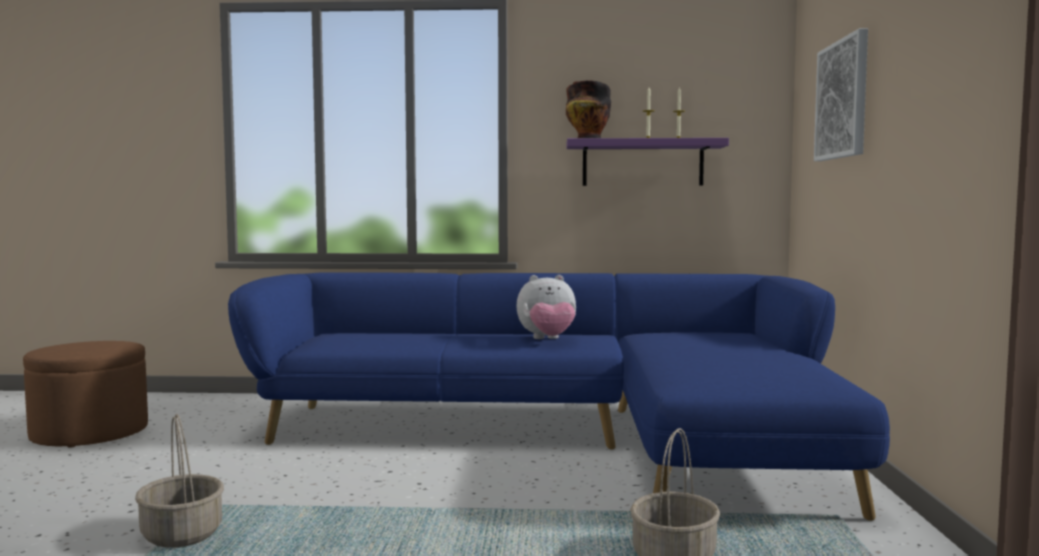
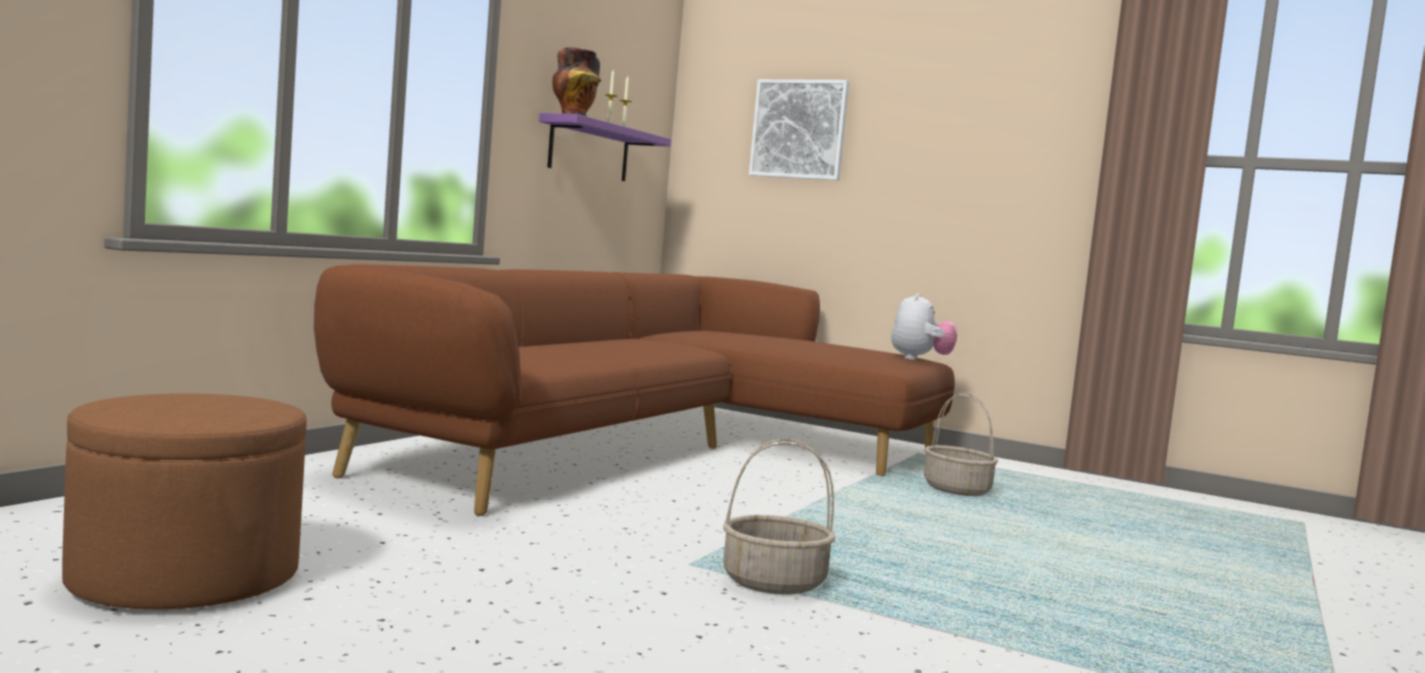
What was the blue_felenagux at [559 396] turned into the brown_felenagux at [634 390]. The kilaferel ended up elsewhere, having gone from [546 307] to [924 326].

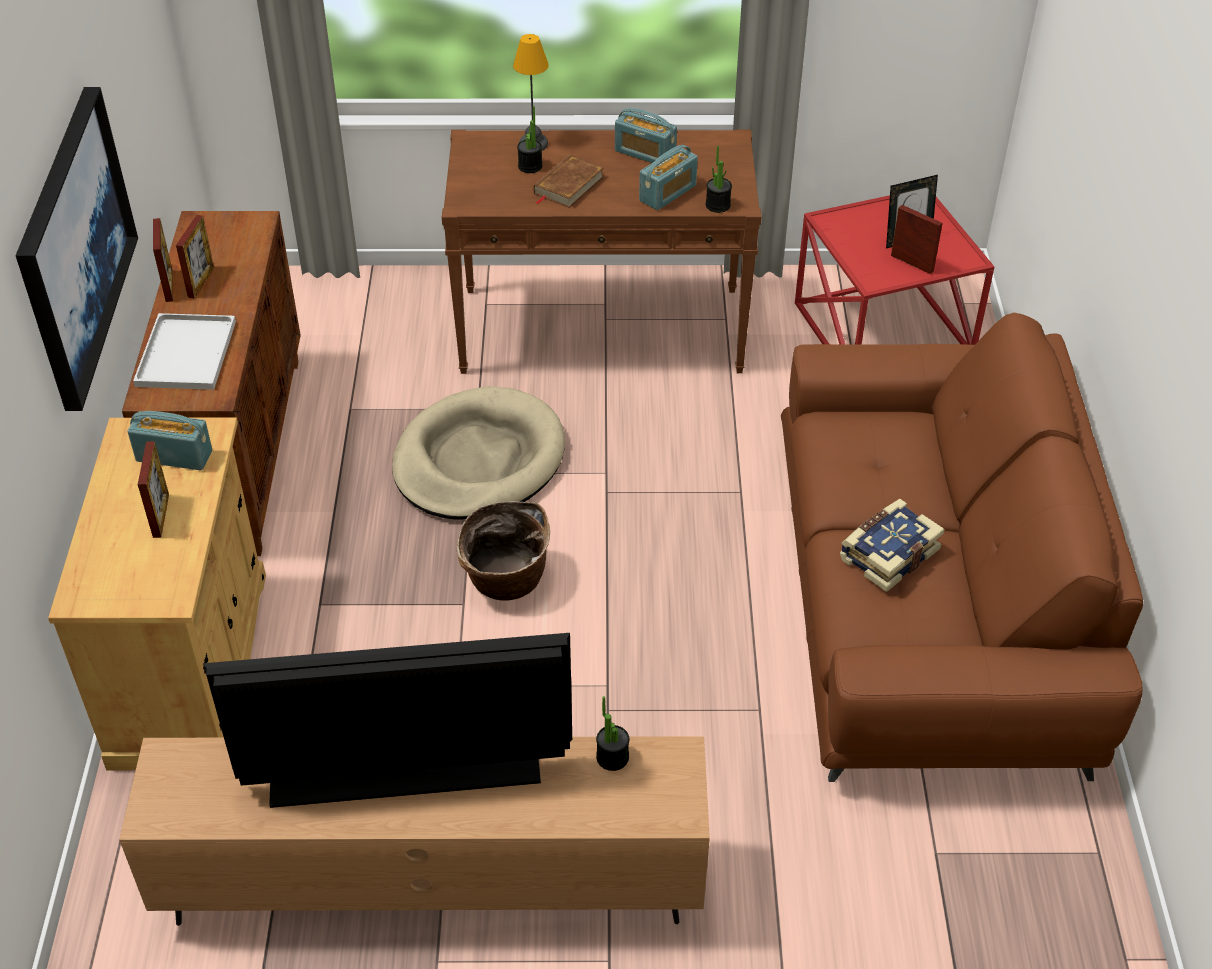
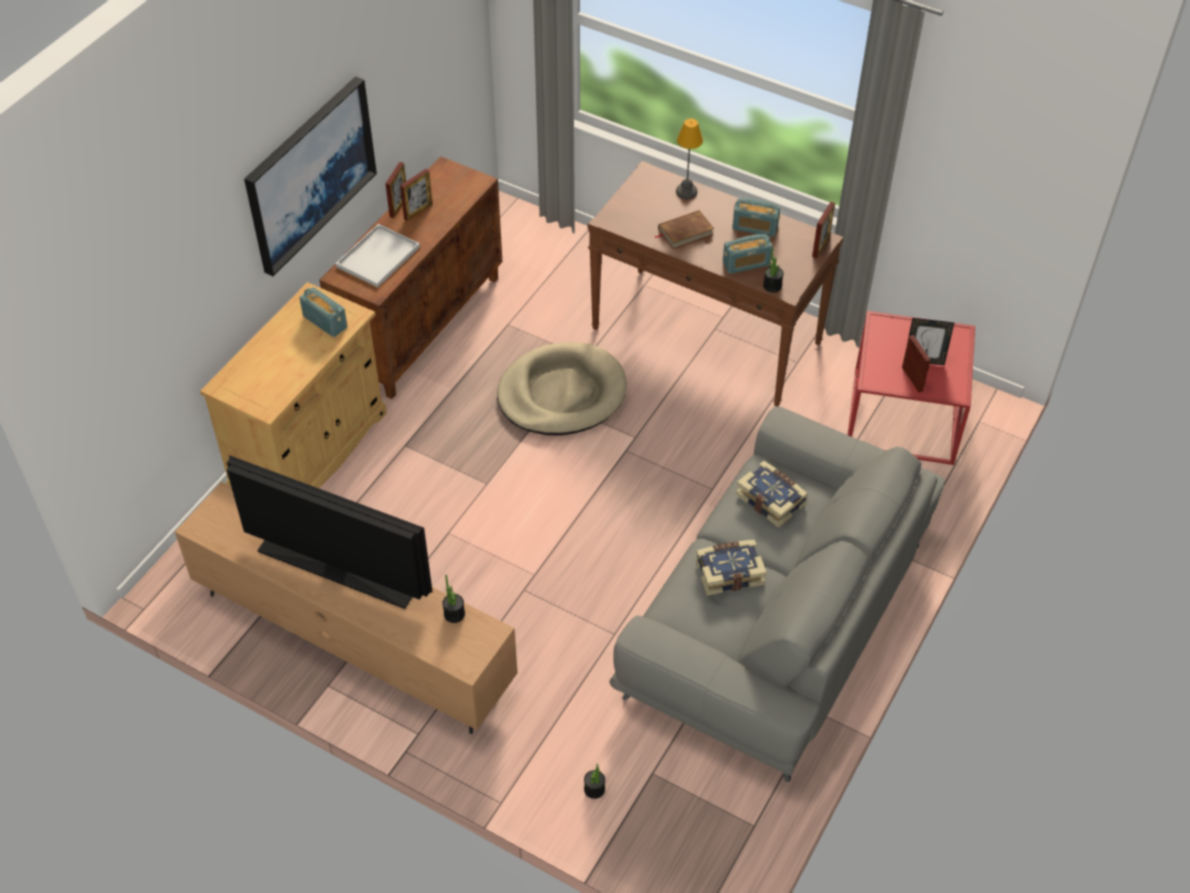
The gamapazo ended up elsewhere, having gone from [153 489] to [823 230]. The second view lost the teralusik at [503 551]. The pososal ended up elsewhere, having gone from [529 139] to [594 781]. The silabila at [646 135] ended up facing another way, 45 degrees counterclockwise from before. What was the brown_felenagux at [962 547] turned into the grey_felenagux at [777 594]. The second view gained the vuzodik at [771 494].

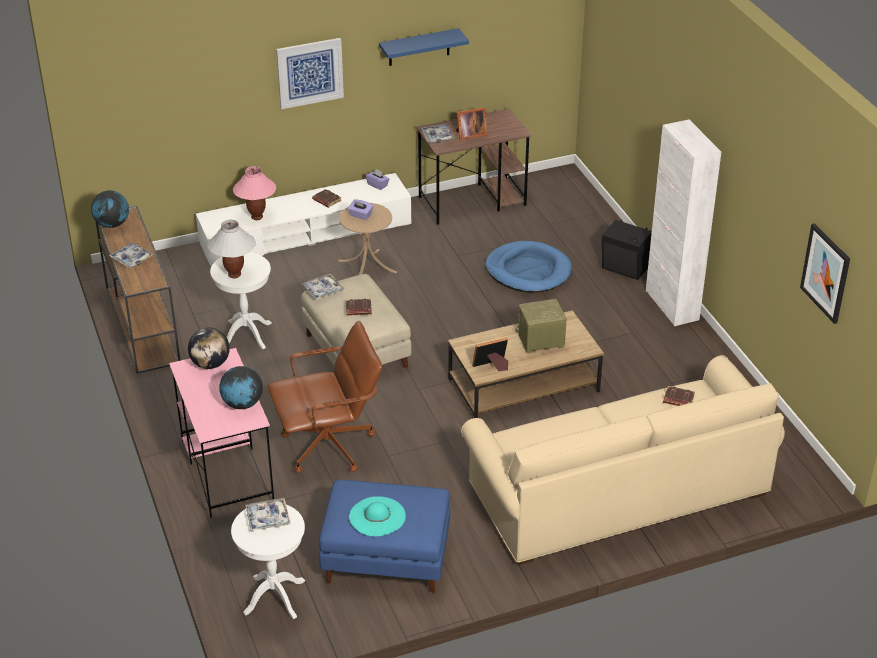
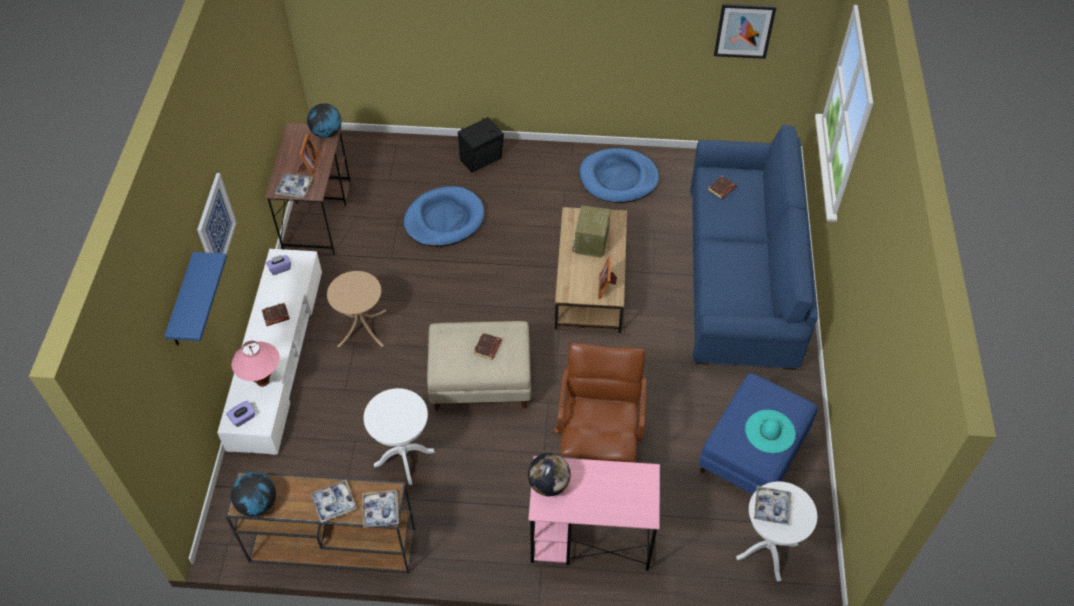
The second view lost the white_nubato at [231 249]. The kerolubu ended up elsewhere, having gone from [241 387] to [324 120]. The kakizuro ended up elsewhere, having gone from [323 286] to [380 509]. The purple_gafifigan ended up elsewhere, having gone from [360 210] to [240 414]. The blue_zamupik ended up elsewhere, having gone from [424 47] to [195 298]. What was the beige_felenagux at [623 460] turned into the blue_felenagux at [754 247]. The second view lost the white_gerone at [683 223]. The second view gained the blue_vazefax at [619 175].

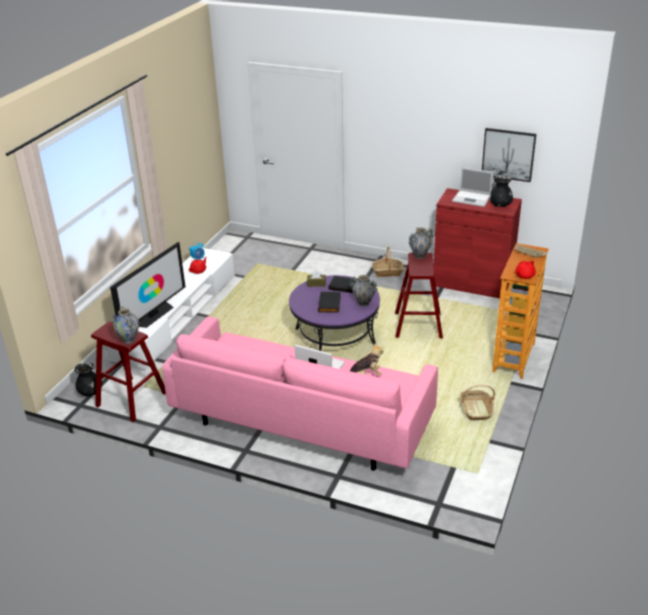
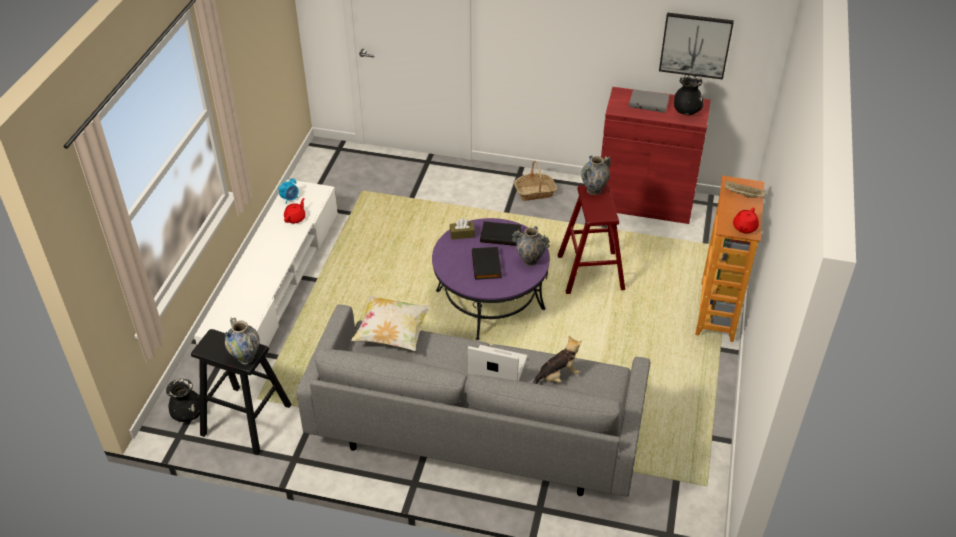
What was the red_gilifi at [128 371] turned into the black_gilifi at [241 392]. The second view lost the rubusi at [148 285]. What was the pink_felenagux at [300 393] turned into the grey_felenagux at [473 400]. Where the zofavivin stood at [473 187], the grey_vuzodik came to stand at [649 101]. The second view lost the teralusik at [477 402]. The second view gained the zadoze at [390 323].

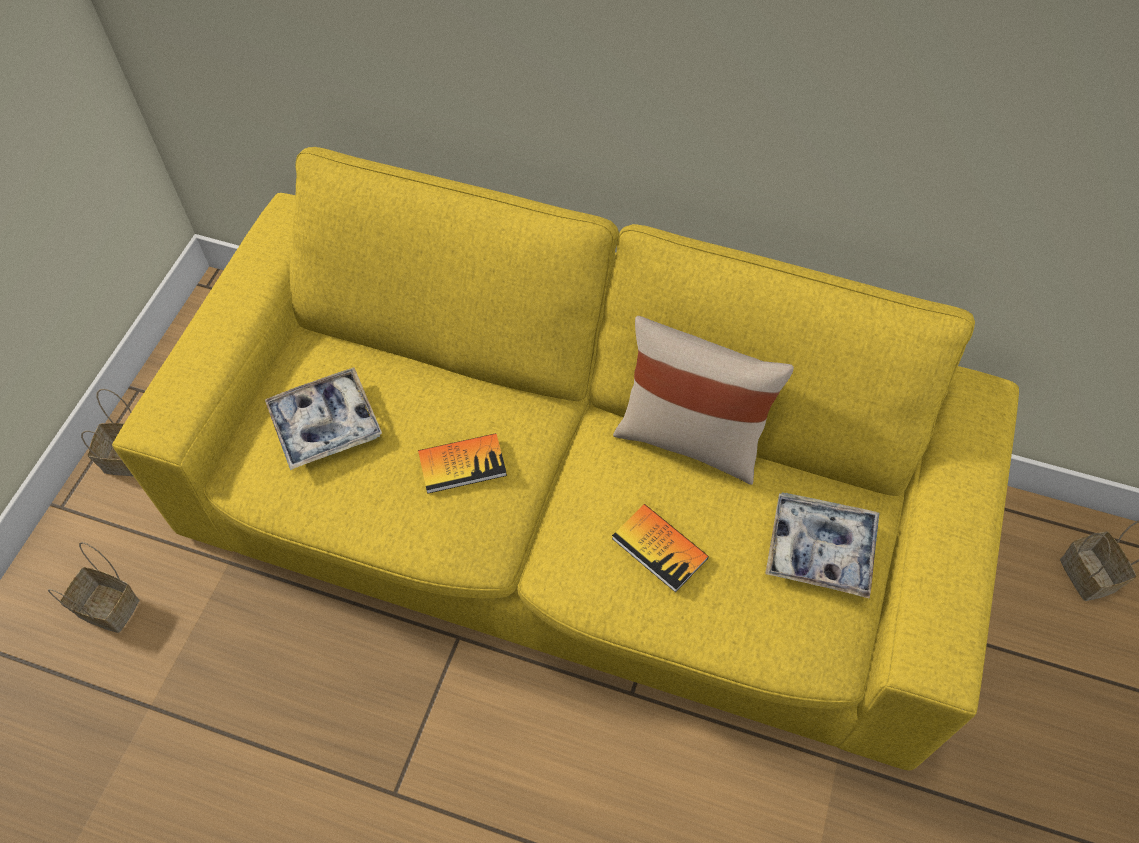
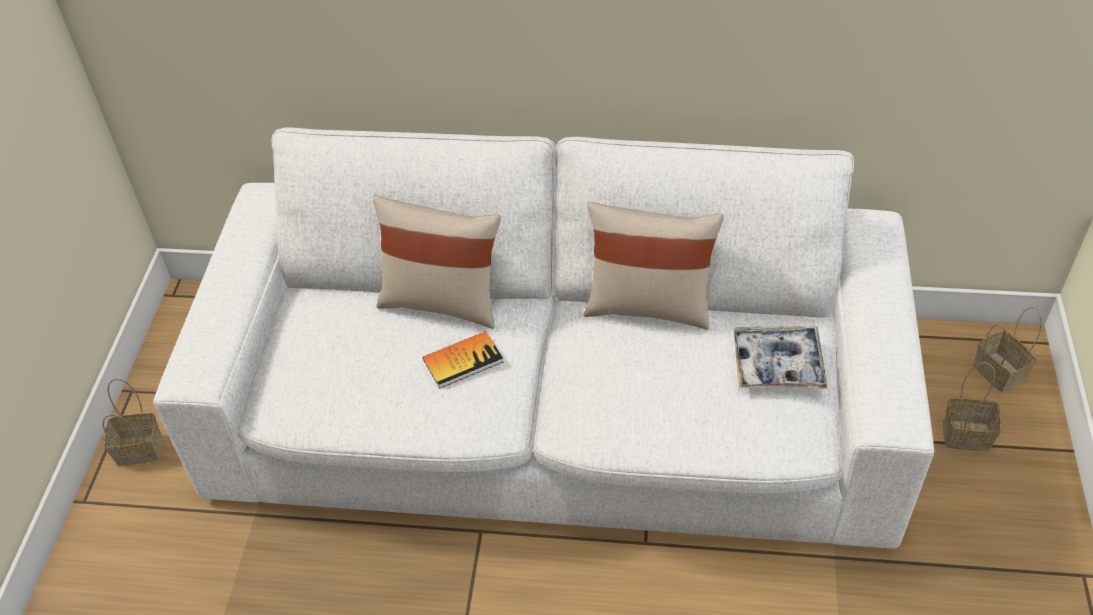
The teralusik ended up elsewhere, having gone from [94 587] to [972 406]. What was the yellow_felenagux at [565 459] turned into the white_felenagux at [543 338]. The second view lost the kakizuro at [323 418]. The second view lost the vuzodik at [660 548]. The second view gained the beige_zadoze at [437 262].

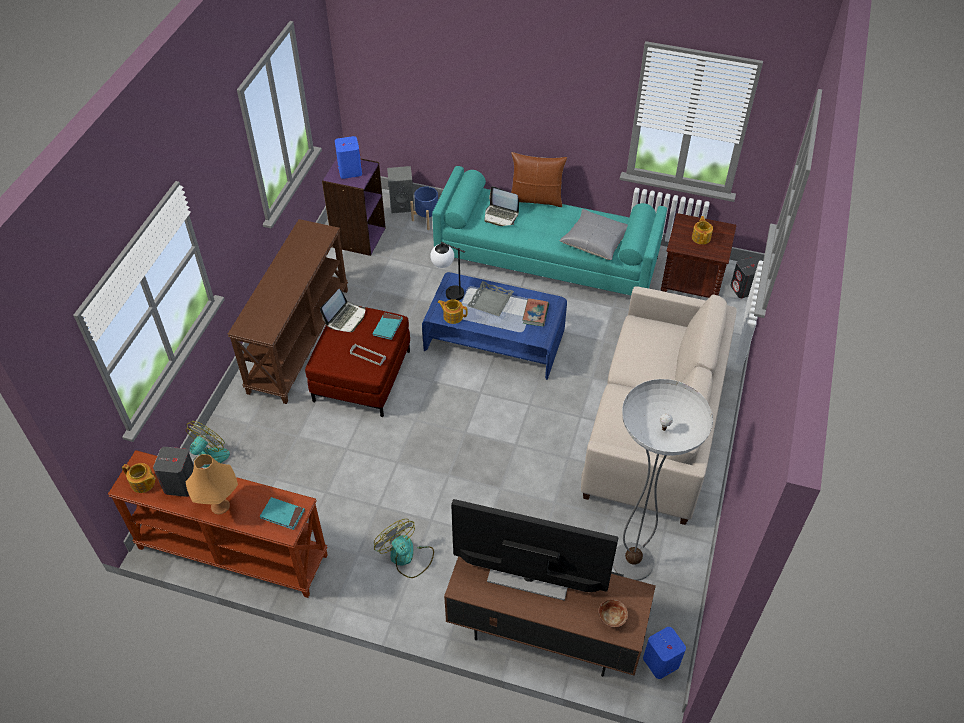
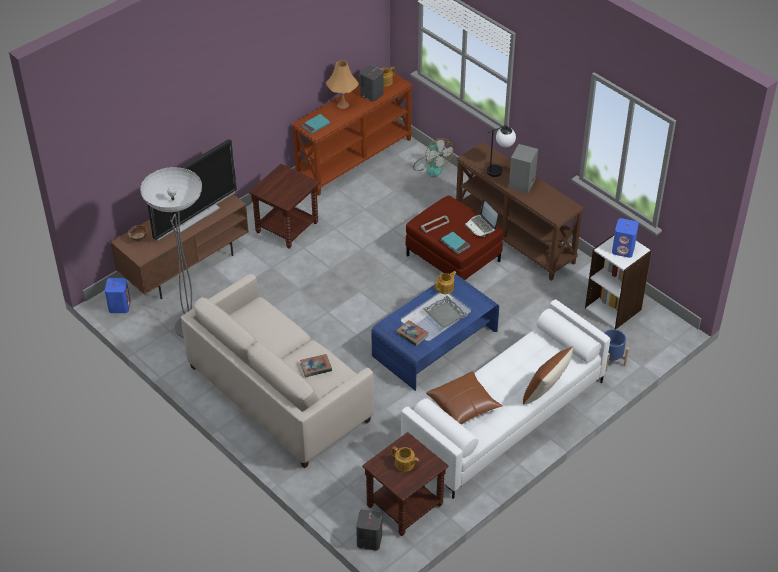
What was the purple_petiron at [354 207] turned into the white_petiron at [618 281]. Where the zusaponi stood at [404 548], the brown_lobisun came to stand at [284 206]. The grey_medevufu ended up elsewhere, having gone from [400 190] to [523 169]. The nubato ended up elsewhere, having gone from [447 271] to [501 151]. What was the turquoise_felenagux at [549 230] turned into the white_felenagux at [505 399]. The second view lost the zofavivin at [502 206]. What was the grey_zadoze at [594 234] turned into the brown_zadoze at [464 398]. The second view gained the vuzodik at [316 365].

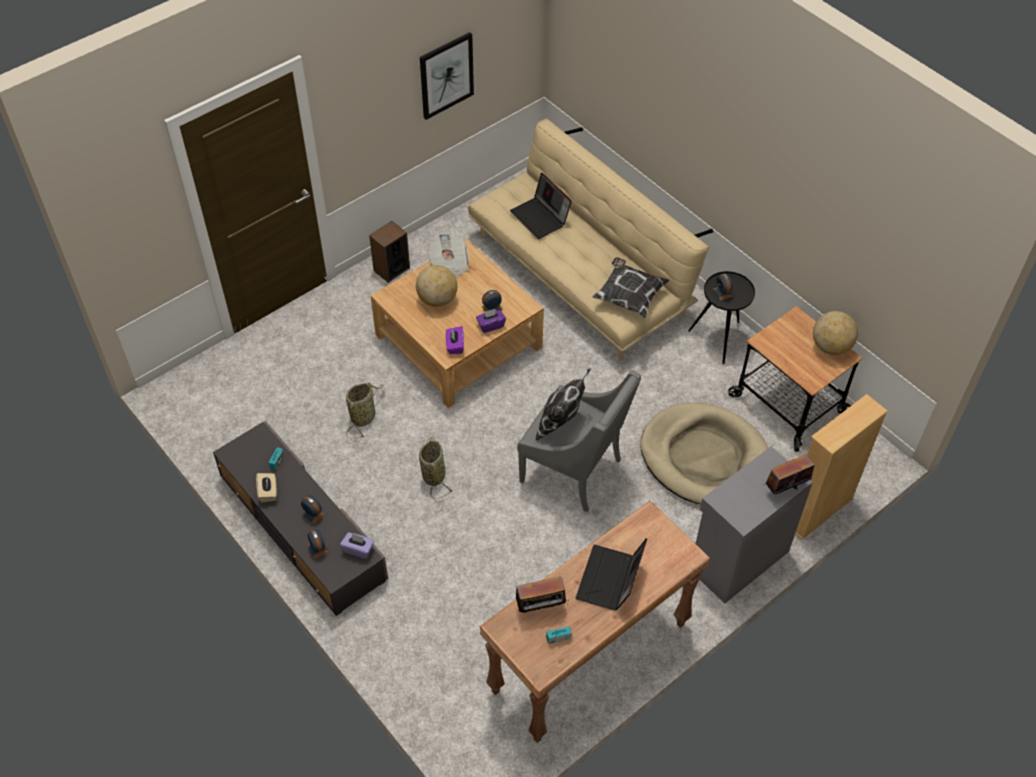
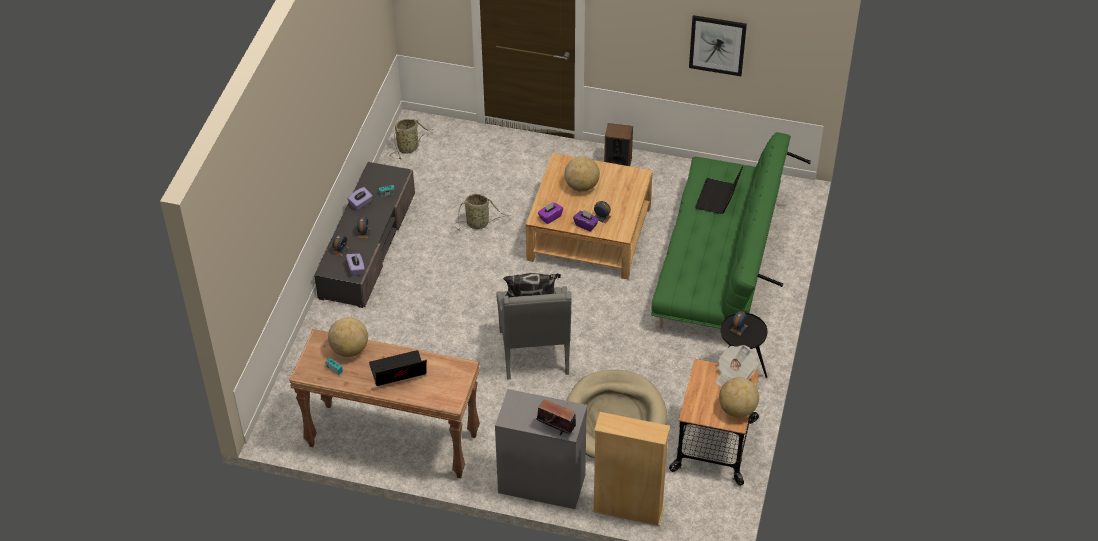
What was the beige_gafifigan at [266 488] turned into the purple_gafifigan at [359 198]. The teralusik ended up elsewhere, having gone from [436 468] to [411 139]. The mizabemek ended up elsewhere, having gone from [449 255] to [736 365]. What was the beige_felenagux at [590 239] turned into the green_felenagux at [731 230]. Where the silabila stood at [540 594], the kerolubu came to stand at [348 337]. The second view lost the zadoze at [631 287].

